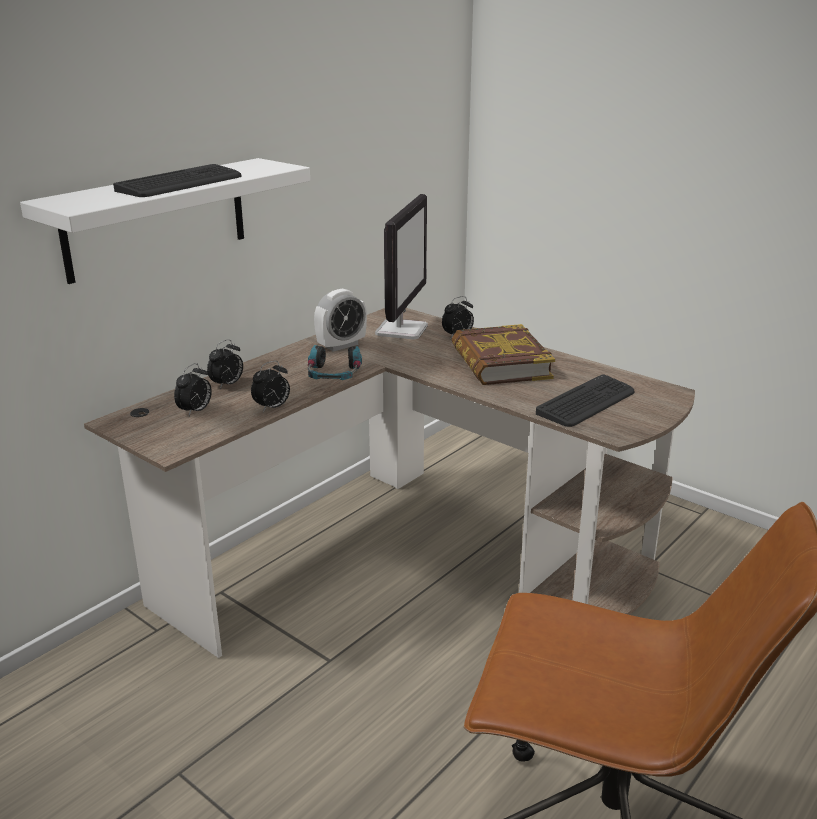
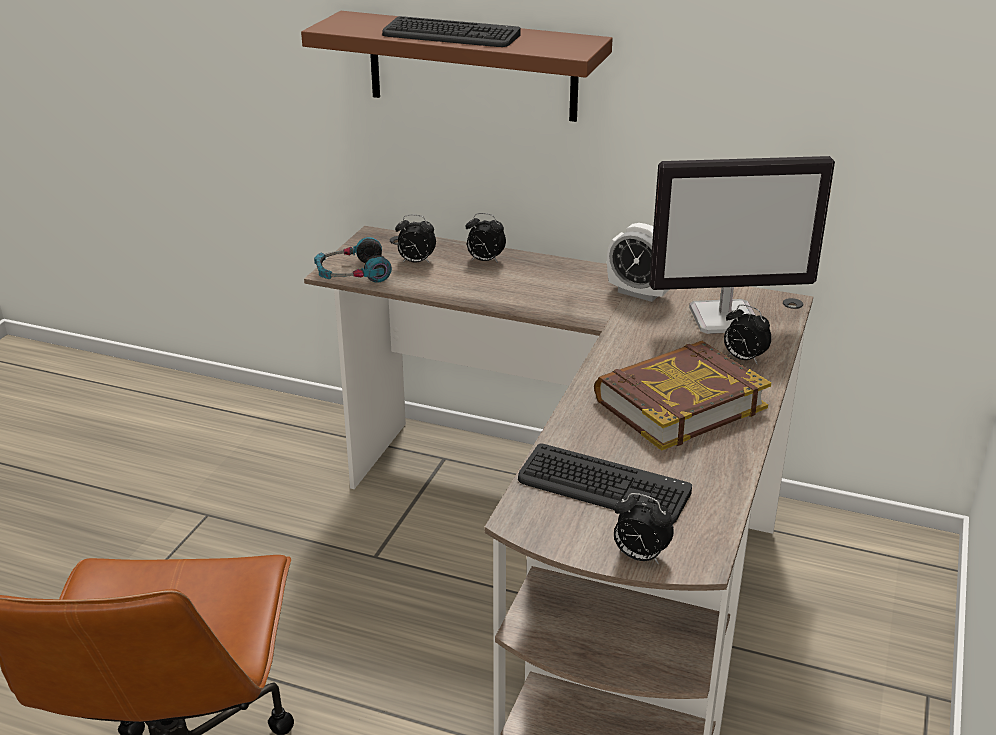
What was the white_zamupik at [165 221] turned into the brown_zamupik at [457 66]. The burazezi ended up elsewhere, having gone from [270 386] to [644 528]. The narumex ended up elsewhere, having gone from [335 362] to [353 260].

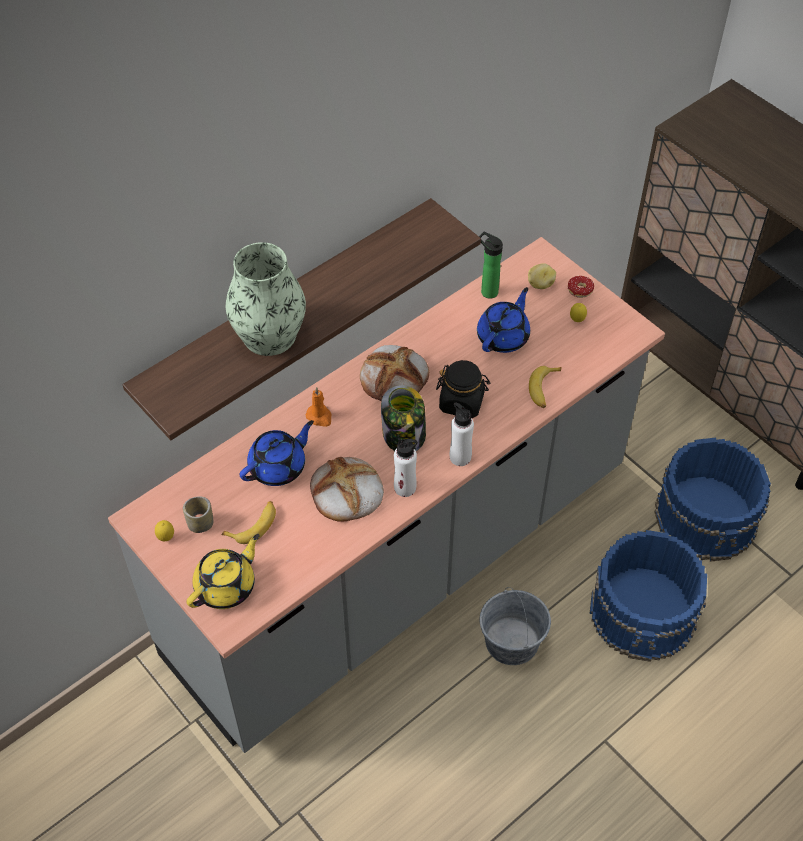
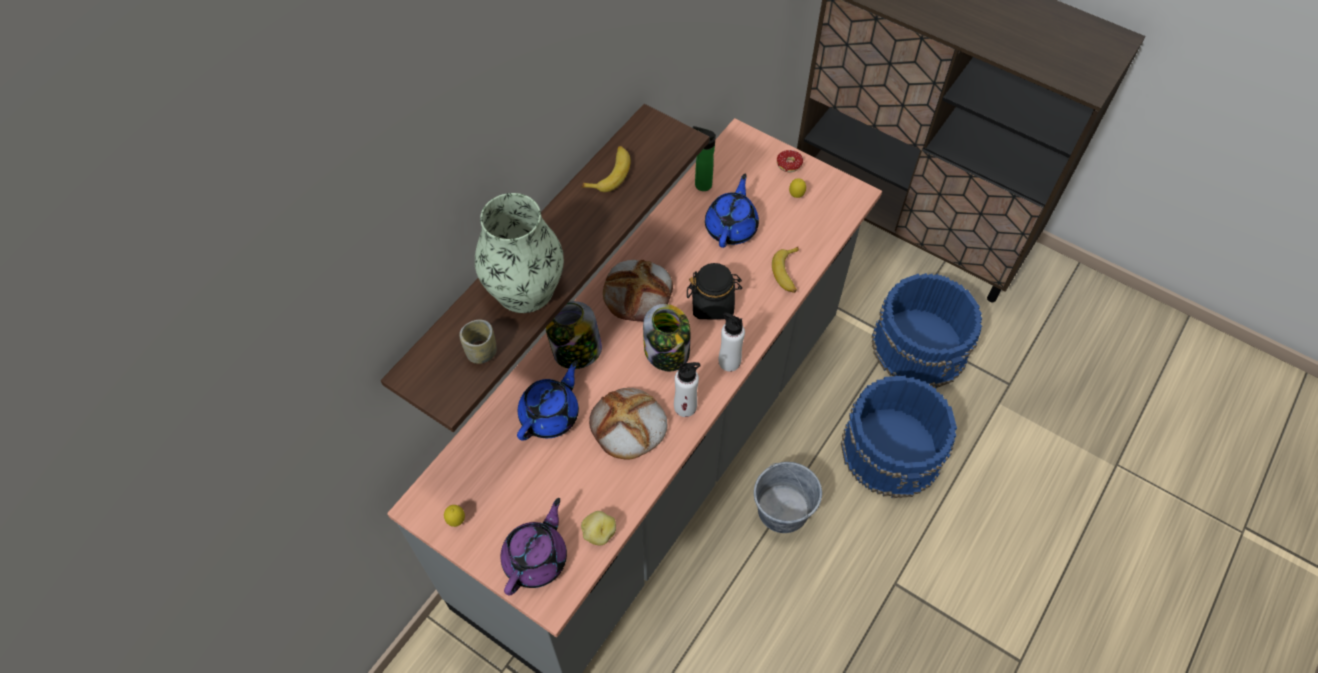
The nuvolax ended up elsewhere, having gone from [198 514] to [478 342]. What was the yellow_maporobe at [223 571] turned into the purple_maporobe at [534 547]. The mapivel ended up elsewhere, having gone from [248 522] to [605 169]. Where the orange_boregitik stood at [319 407], the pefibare came to stand at [573 335]. The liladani ended up elsewhere, having gone from [542 276] to [598 528].

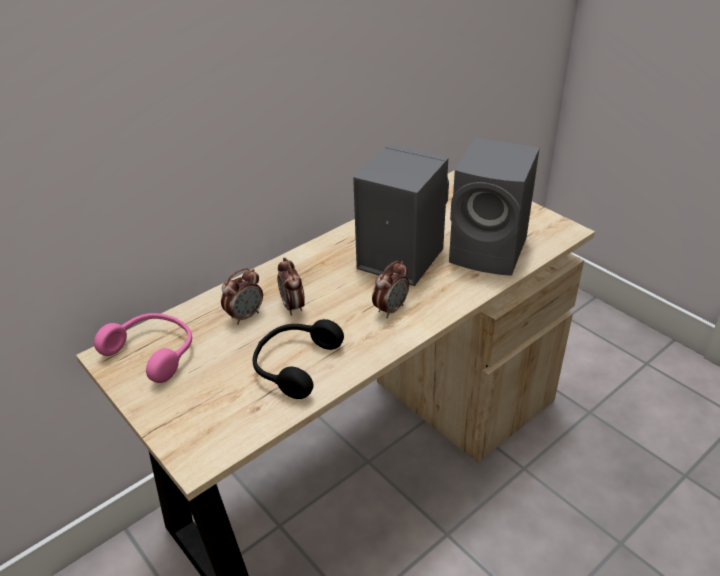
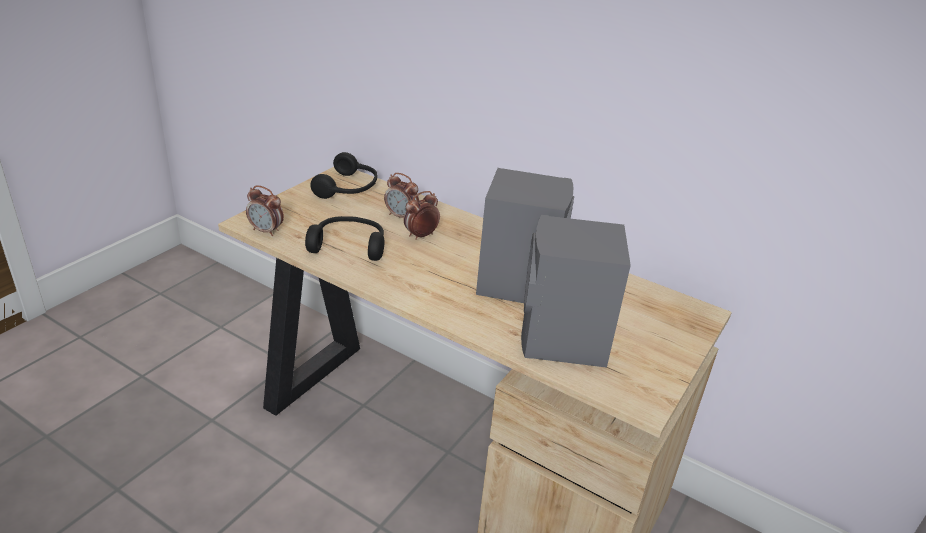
What was the pink_narumex at [143 348] turned into the black_narumex at [343 175]. The burazezi ended up elsewhere, having gone from [390 289] to [265 210].

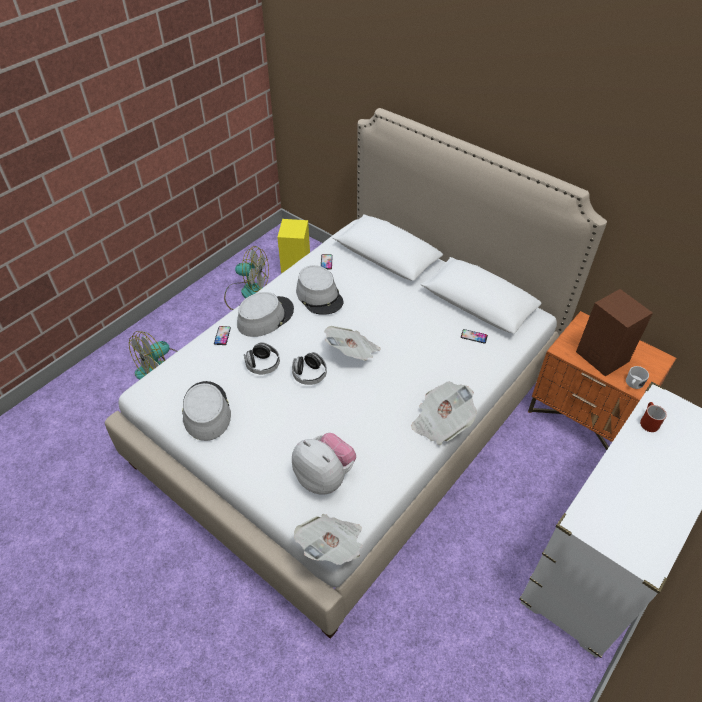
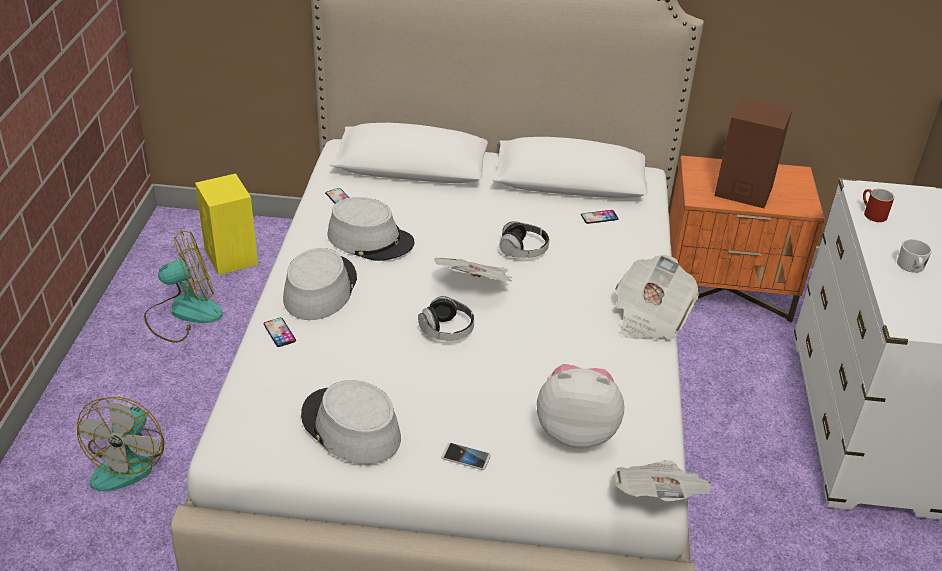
The narumex ended up elsewhere, having gone from [262 358] to [524 239]. The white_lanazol ended up elsewhere, having gone from [637 377] to [914 256]. The second view gained the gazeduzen at [466 456].

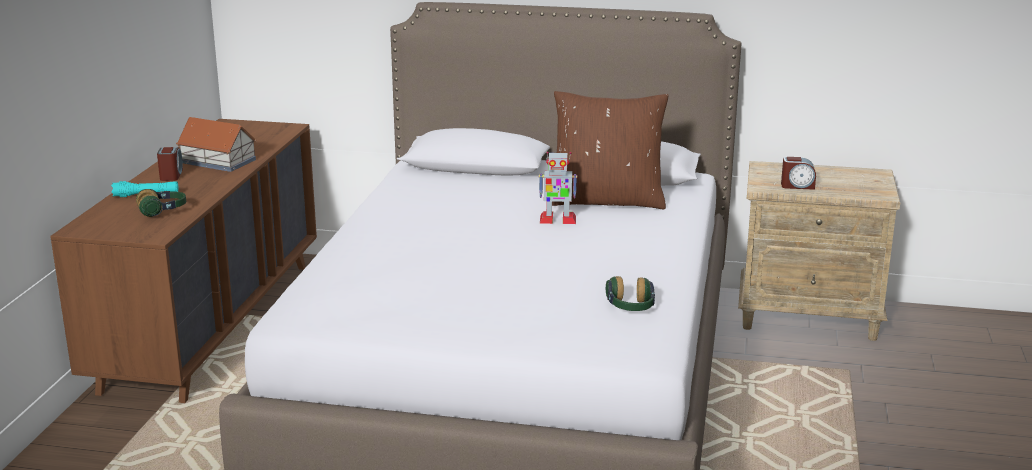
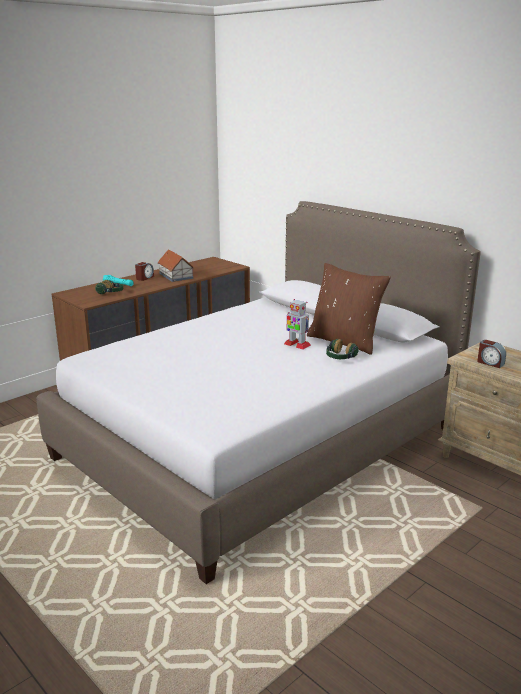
The narumex ended up elsewhere, having gone from [630 293] to [342 349].

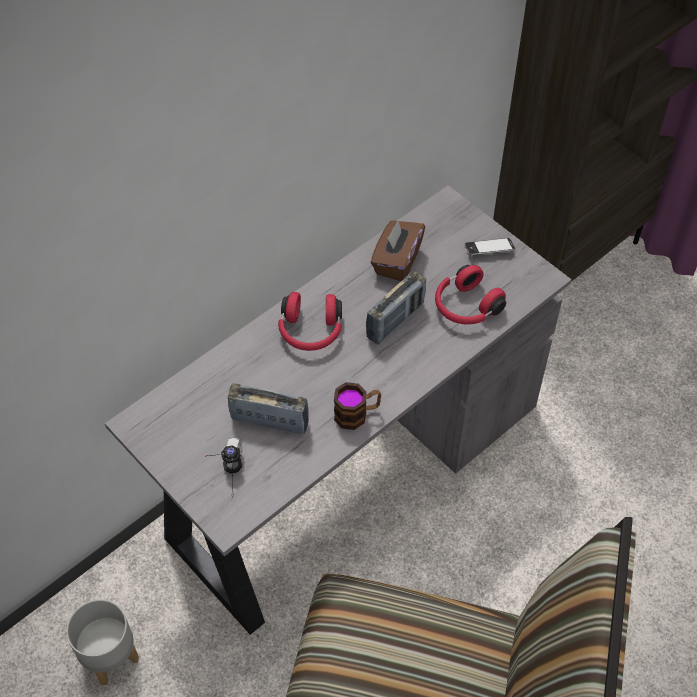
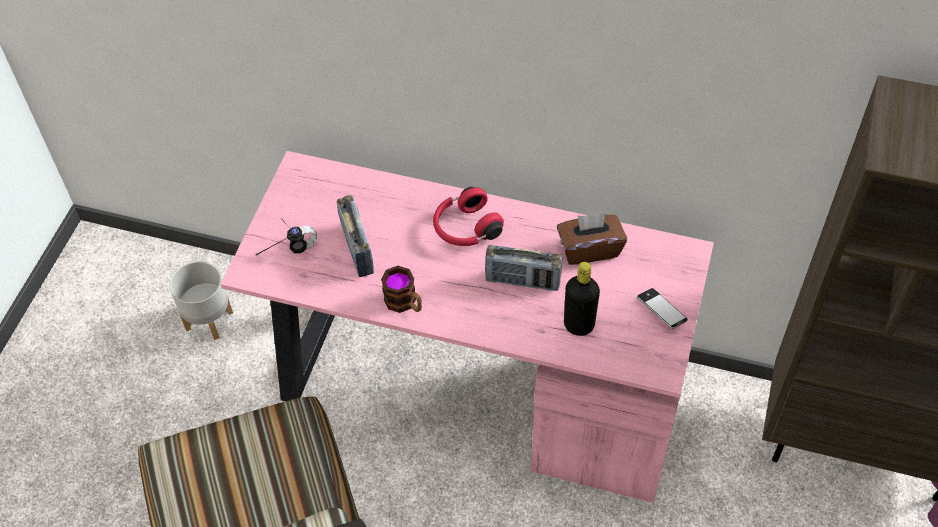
What was the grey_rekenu at [338 410] turned into the pink_rekenu at [467 327]. Where the red_narumex stood at [470 295], the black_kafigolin came to stand at [582 299].

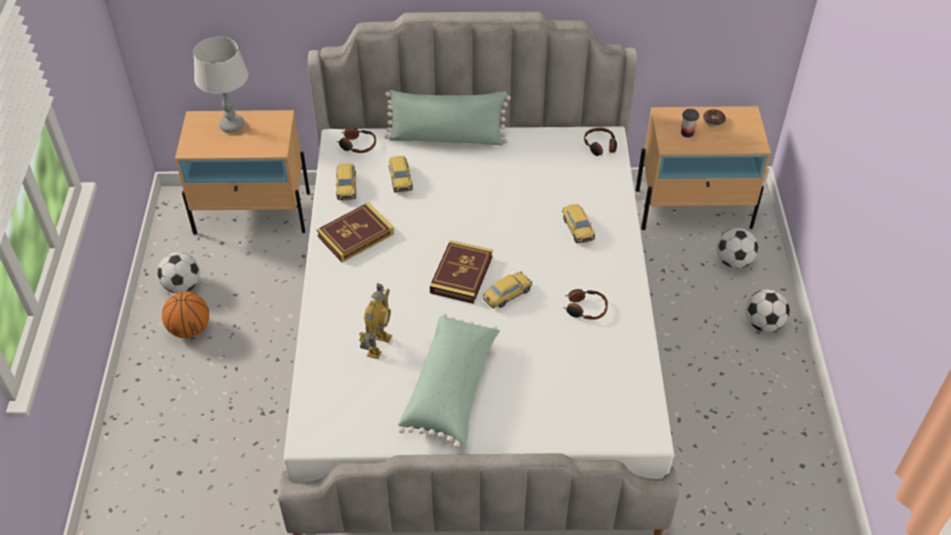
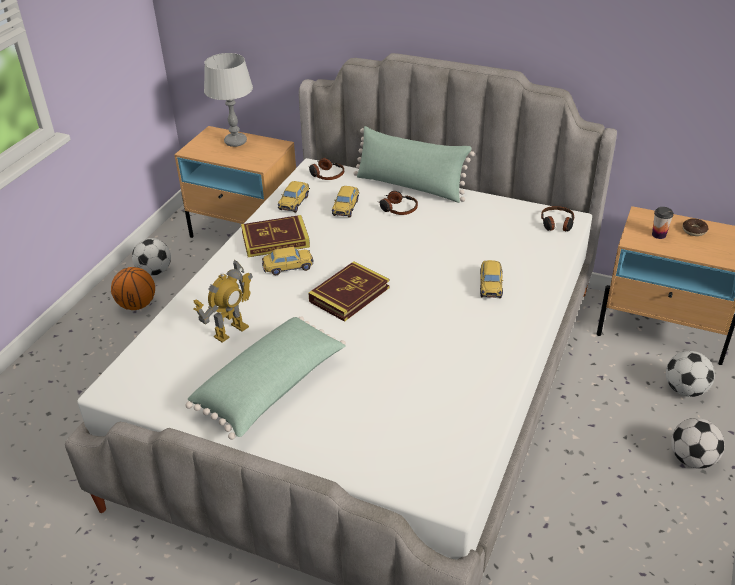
The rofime ended up elsewhere, having gone from [507 290] to [287 261]. The narumex ended up elsewhere, having gone from [585 304] to [398 203].

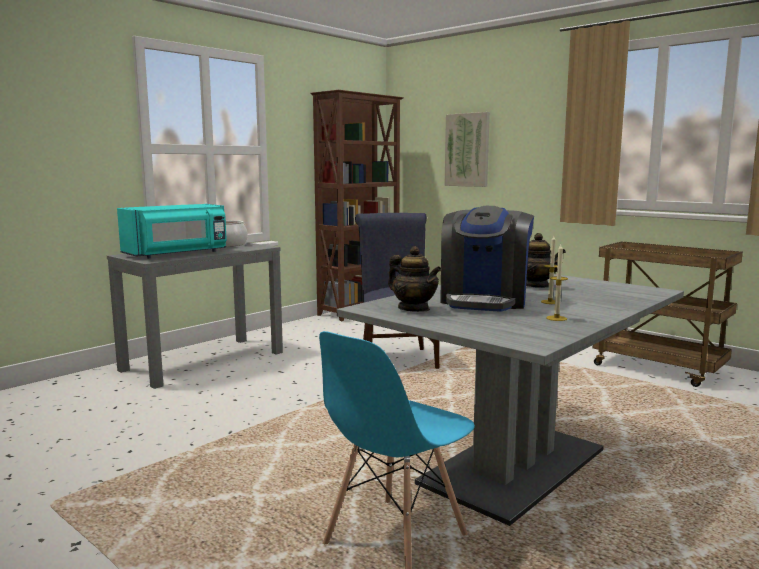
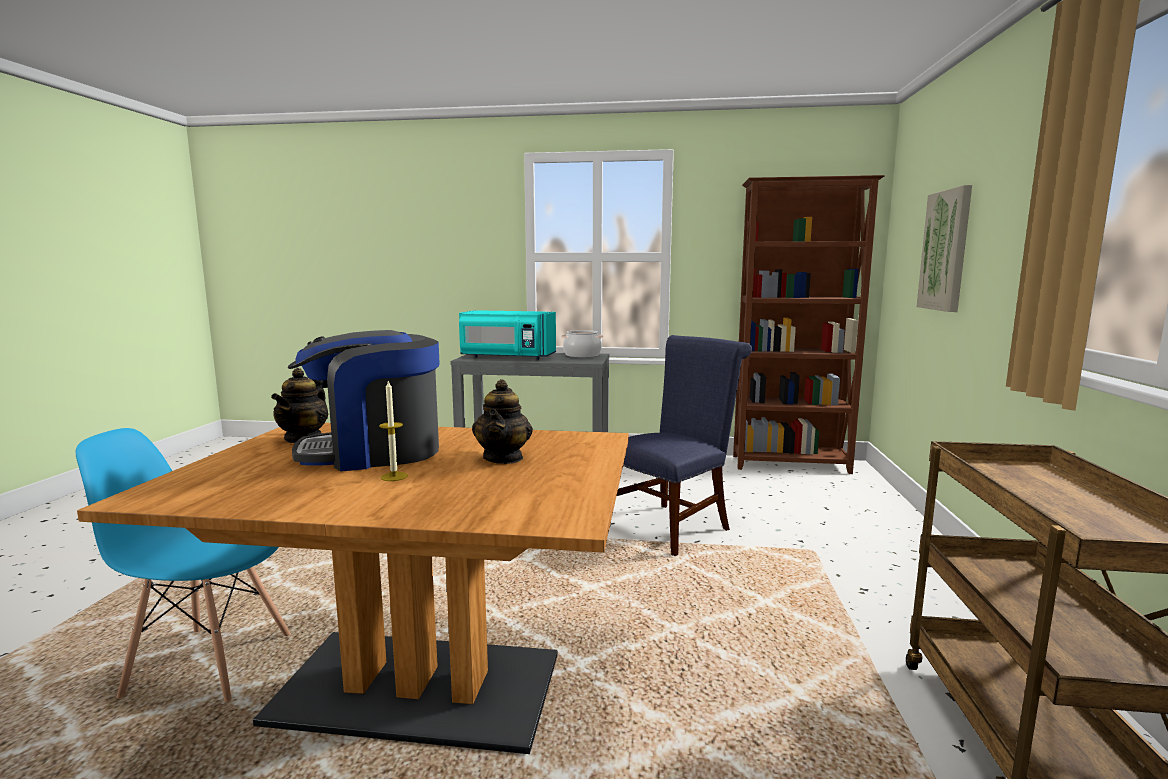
What was the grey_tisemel at [510 400] turned into the brown_tisemel at [353 588]. The second view lost the boregitik at [557 282].

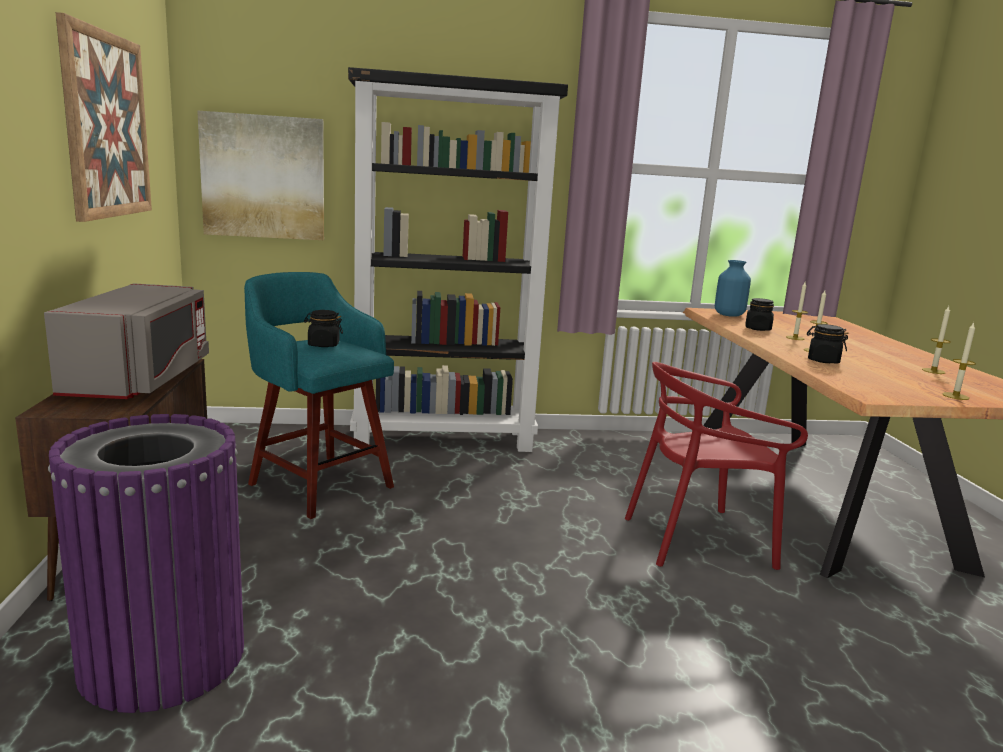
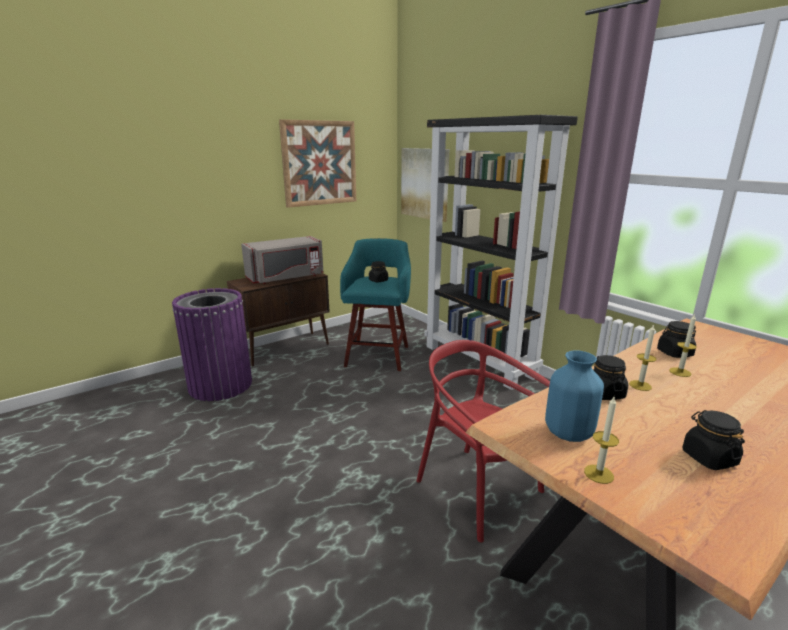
The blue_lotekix ended up elsewhere, having gone from [733 288] to [574 396]. Where the boregitik stood at [936 340], the black_pefibare came to stand at [713 440].

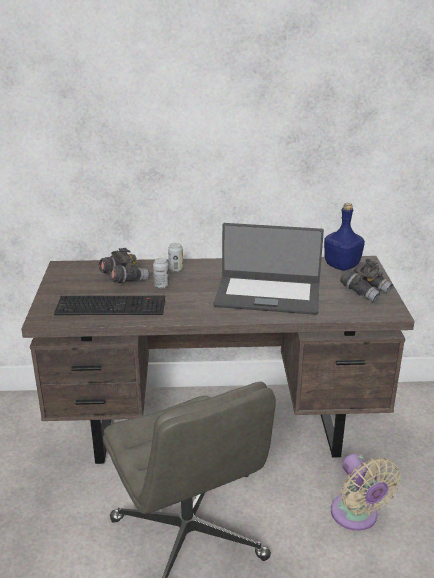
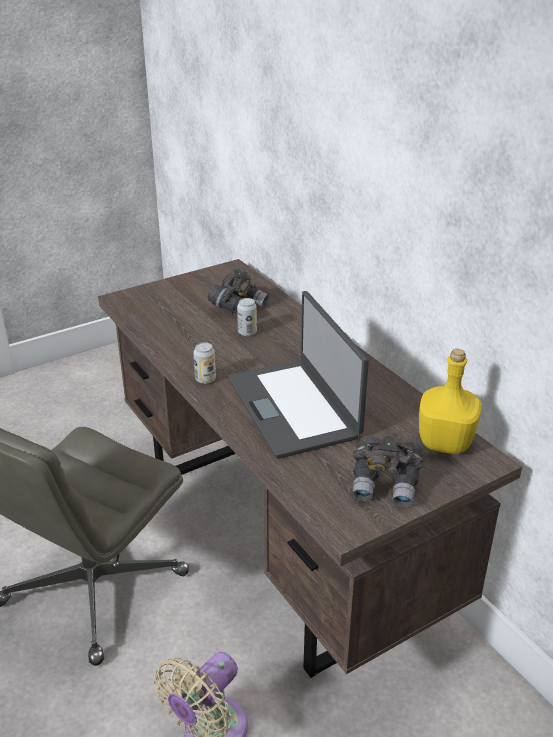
The second view lost the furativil at [109 305]. The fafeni ended up elsewhere, having gone from [175 257] to [204 363]. What was the blue_kafigolin at [344 236] turned into the yellow_kafigolin at [450 401].

